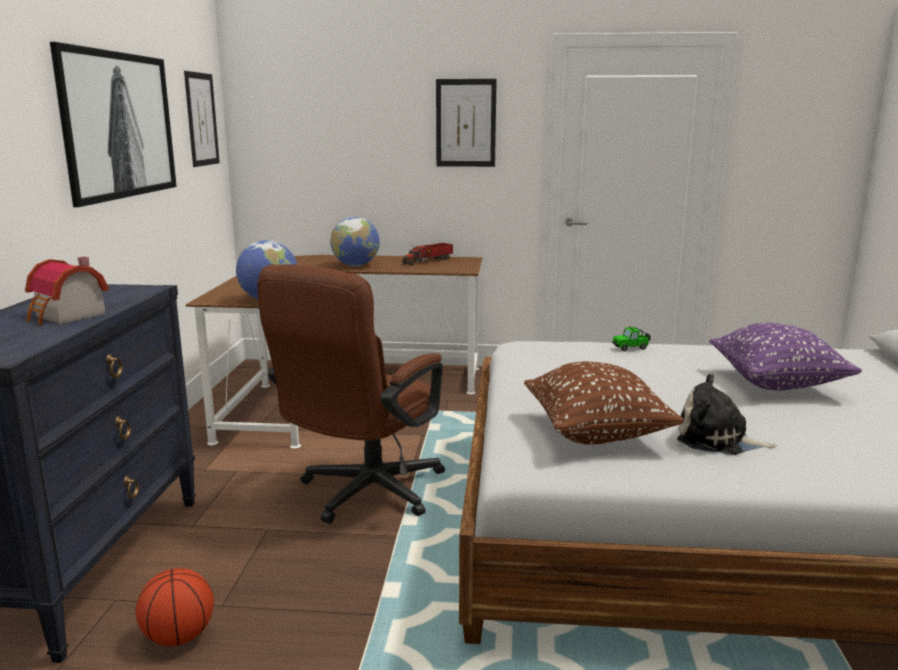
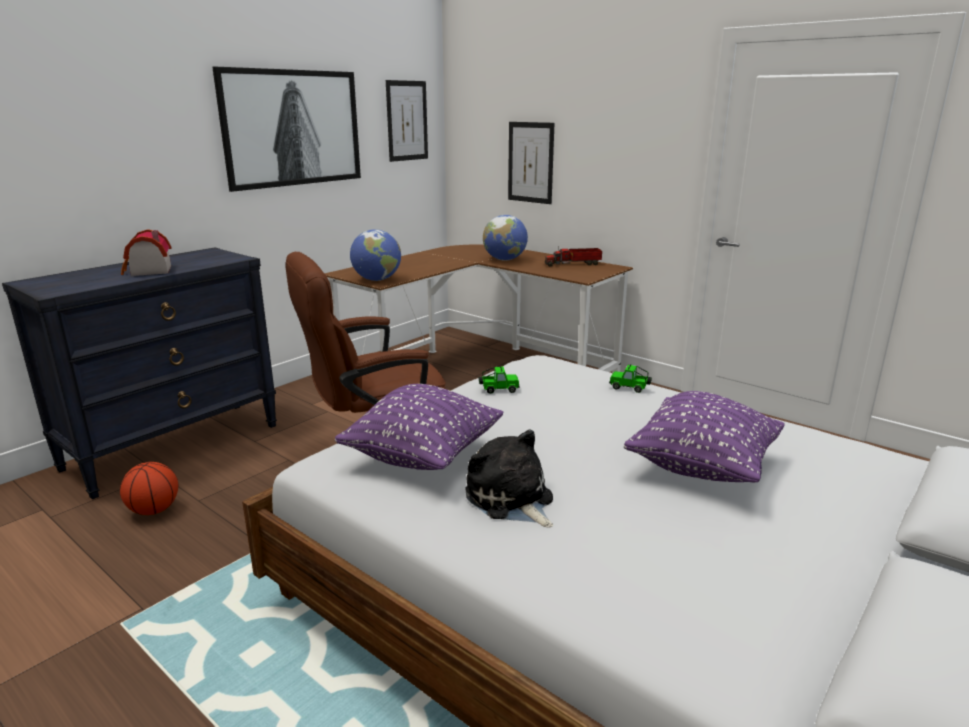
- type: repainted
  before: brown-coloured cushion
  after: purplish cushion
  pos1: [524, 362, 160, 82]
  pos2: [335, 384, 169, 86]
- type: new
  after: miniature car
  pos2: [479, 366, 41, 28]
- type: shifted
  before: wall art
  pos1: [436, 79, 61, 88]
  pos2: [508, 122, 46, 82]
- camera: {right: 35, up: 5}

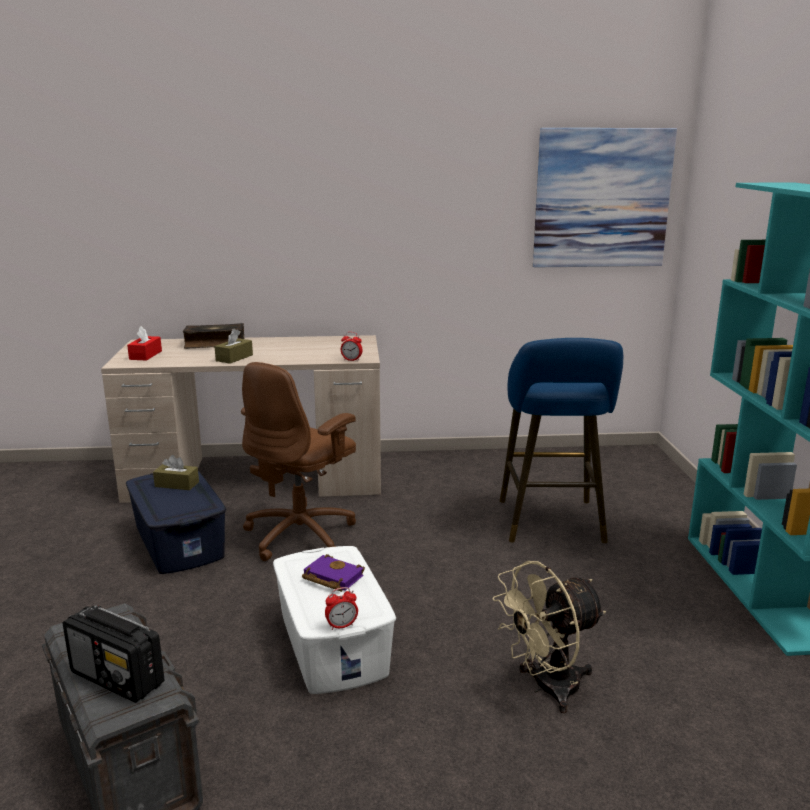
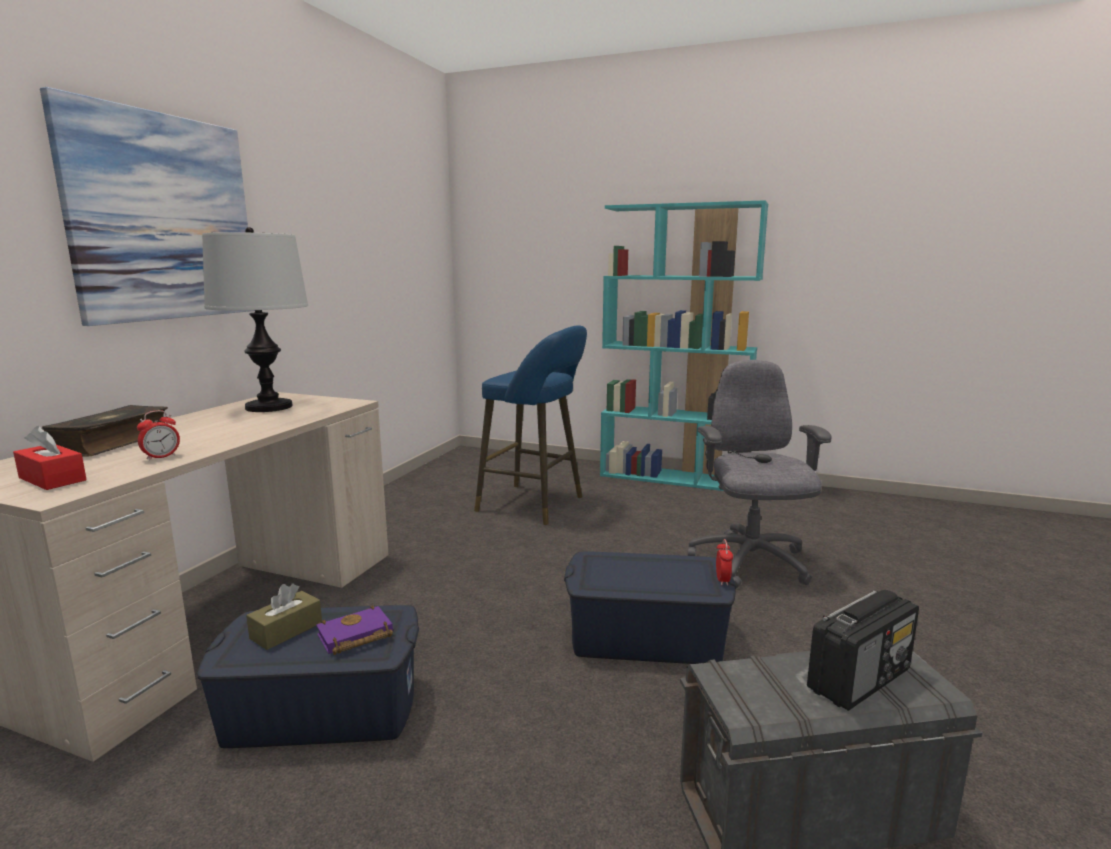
- type: shifted
  before: wall art
  pos1: [533, 128, 144, 140]
  pos2: [40, 87, 215, 239]
- type: shifted
  before: table clock
  pos1: [341, 332, 21, 29]
  pos2: [137, 410, 43, 51]
- type: new
  after: lamp for a table
  pos2: [202, 227, 106, 185]
- type: shifted
  before: purplish volume
  pos1: [302, 554, 63, 38]
  pos2: [316, 605, 77, 50]
- type: repainted
  before: white-coloured storage container
  after: blue-coloured storage container
  pos1: [273, 546, 123, 148]
  pos2: [564, 551, 172, 113]
- type: swapped
  before: beige-coloured fan
  after: grey computer chair
  pos1: [493, 561, 113, 152]
  pos2: [687, 360, 144, 228]
- type: gone
  before: brown-coloured tissue holder
  pos1: [214, 329, 39, 35]
- type: gone
  before: brown-coloured computer chair
  pos1: [241, 362, 115, 199]
- camera: {right: -65, up: -5}

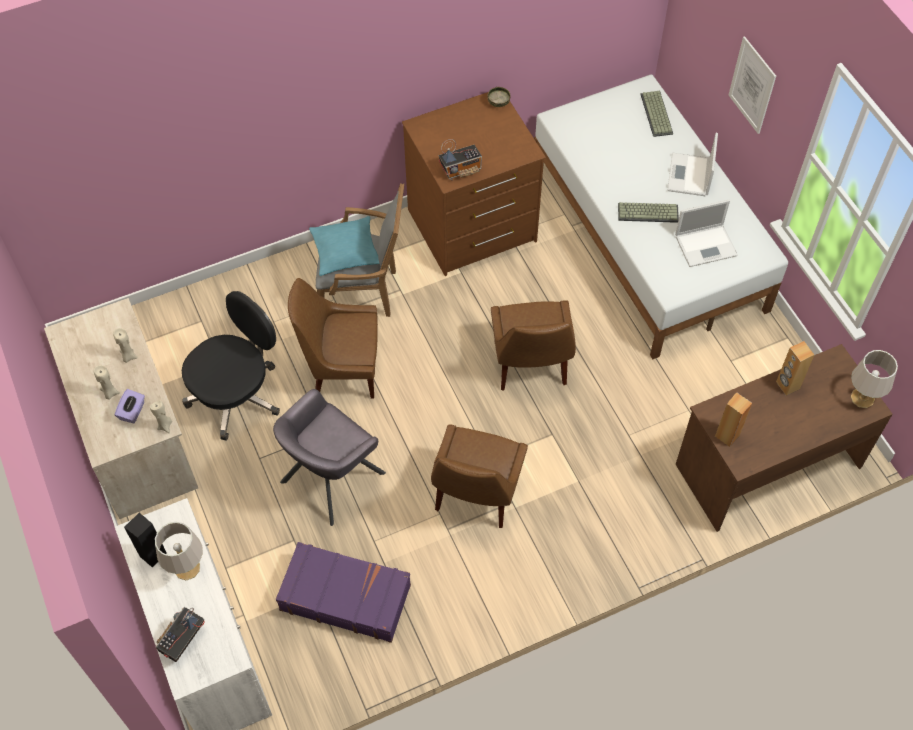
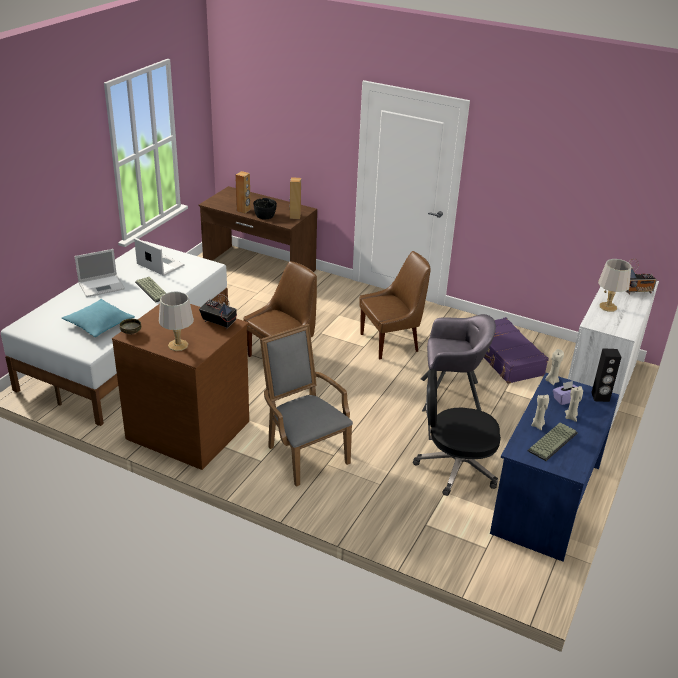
- type: shifted
  before: turquoise cushion
  pos1: [309, 216, 70, 60]
  pos2: [62, 299, 73, 38]
- type: shifted
  before: grey lamp for a table
  pos1: [851, 350, 47, 58]
  pos2: [159, 291, 35, 60]
- type: new
  after: black bowl
  pos2: [253, 198, 24, 21]
- type: repainted
  before: beige-coloured desk table
  after: blue-coloured desk table
  pos1: [44, 298, 154, 221]
  pos2: [490, 373, 129, 189]
- type: shifted
  before: keyboard
  pos1: [641, 91, 32, 46]
  pos2: [528, 422, 50, 39]
- type: shifted
  before: black loudspeaker
  pos1: [124, 513, 43, 55]
  pos2: [591, 348, 30, 54]
- type: gone
  before: brown-coloured plain chair
  pos1: [288, 278, 90, 120]
- type: gone
  before: wall art
  pos1: [729, 36, 47, 98]
- camera: {right: -130, up: -25}

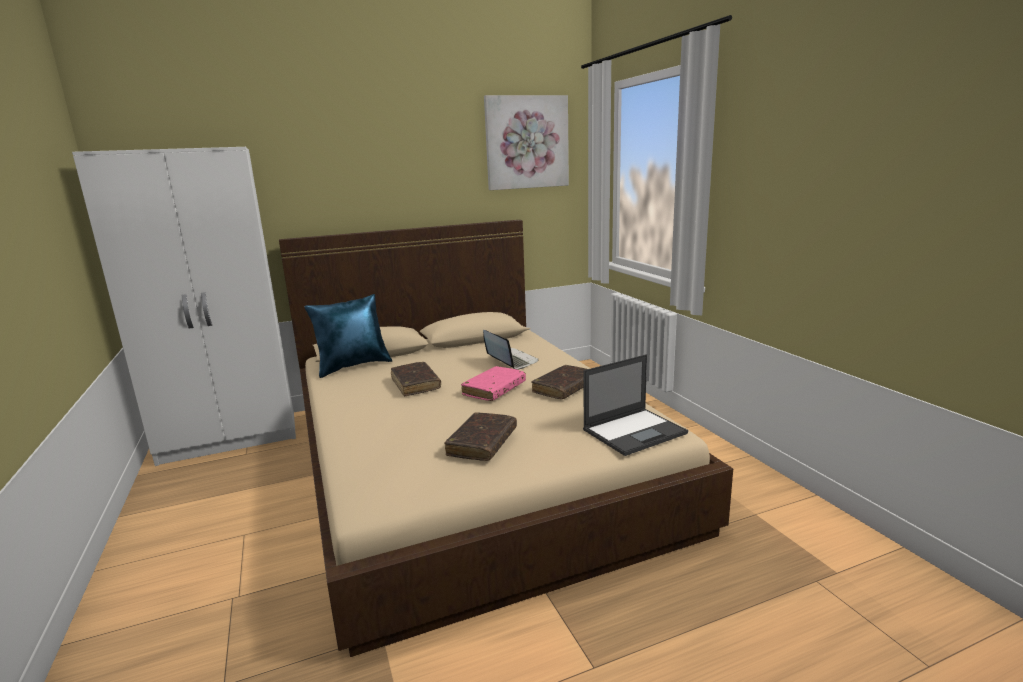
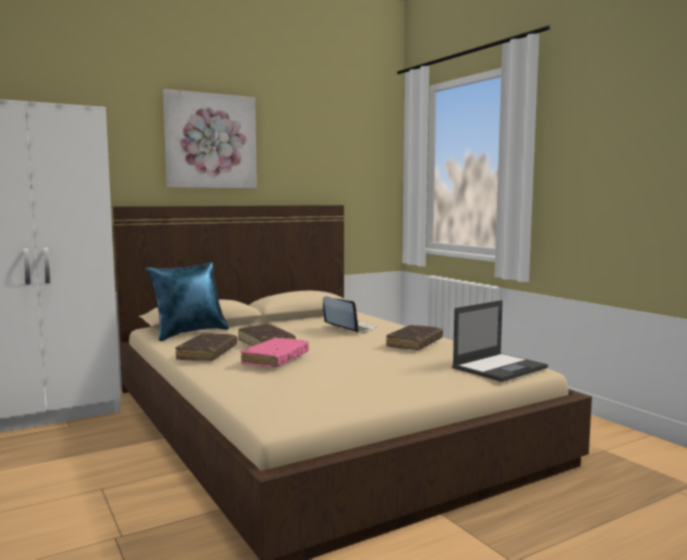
- type: shifted
  before: wall art
  pos1: [484, 95, 85, 95]
  pos2: [163, 89, 94, 99]
- type: shifted
  before: brown-coloured volume
  pos1: [444, 412, 73, 49]
  pos2: [175, 333, 62, 28]
- type: shifted
  before: pink-coloured volume
  pos1: [461, 366, 65, 35]
  pos2: [241, 338, 68, 30]
- camera: {right: -10, up: -10}

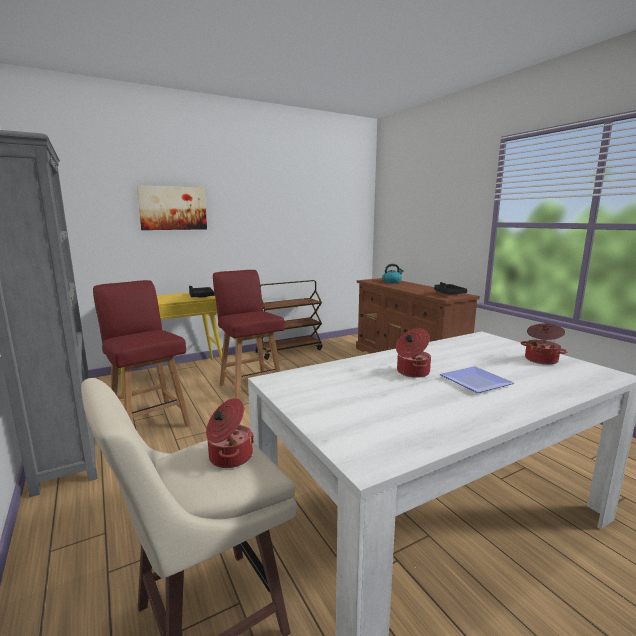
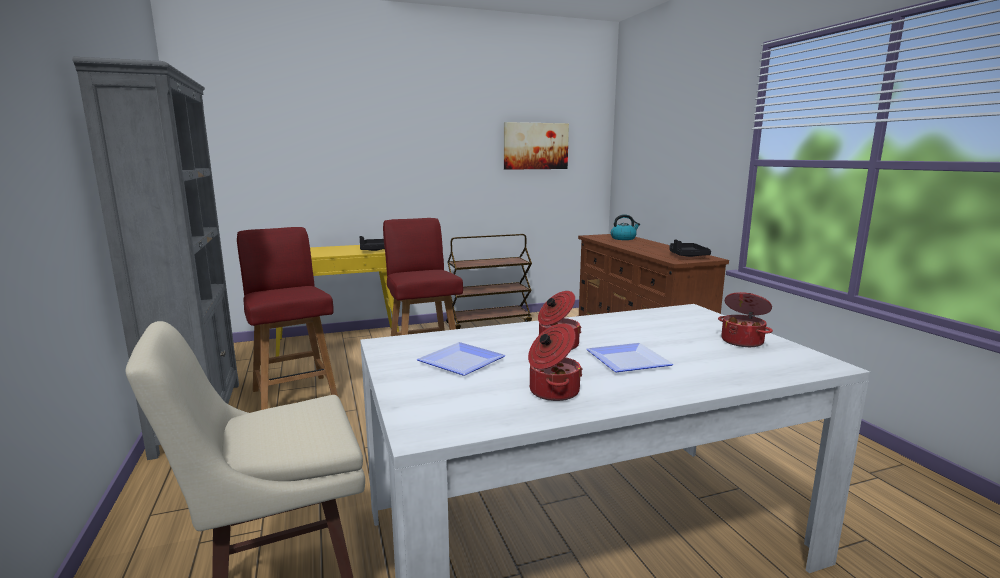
- type: new
  after: dinner plate
  pos2: [417, 342, 89, 34]
- type: shifted
  before: wall art
  pos1: [137, 185, 70, 45]
  pos2: [504, 122, 65, 48]
- type: shifted
  before: cooking pot
  pos1: [206, 398, 48, 70]
  pos2: [528, 323, 55, 78]
- camera: {right: 10, up: 0}

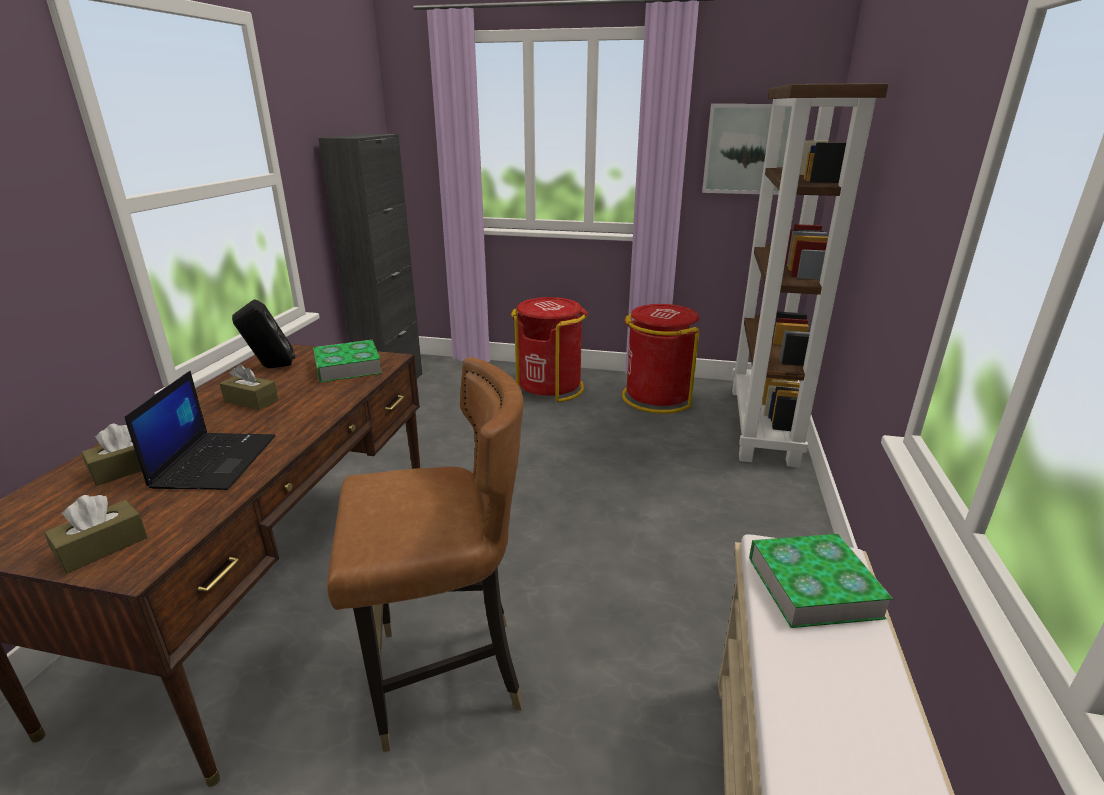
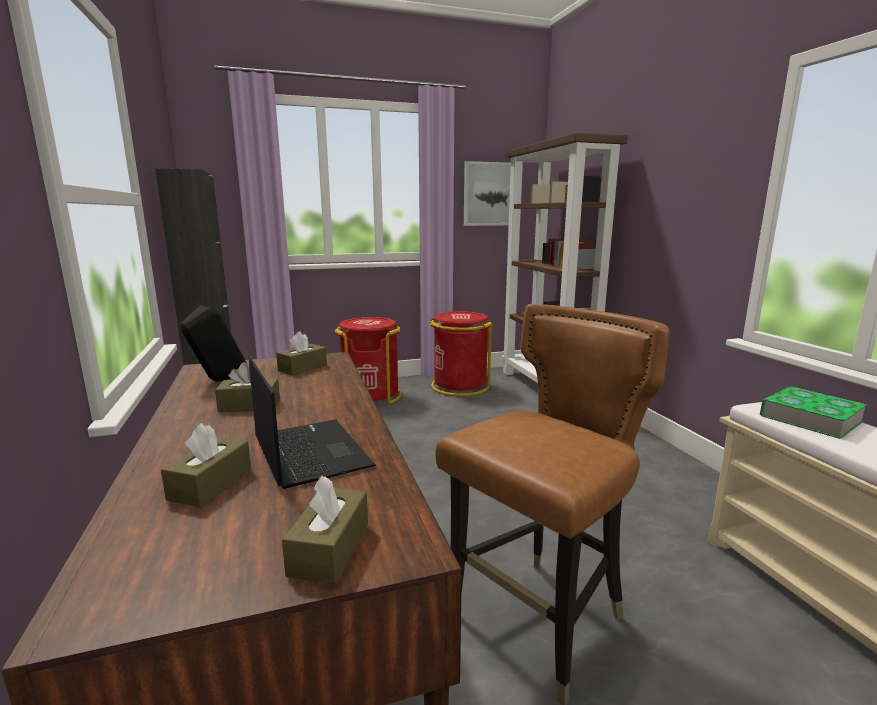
- type: swapped
  before: volume
  after: brown-coloured tissue holder
  pos1: [313, 340, 69, 42]
  pos2: [276, 332, 51, 43]
- camera: {right: -30, up: -10}

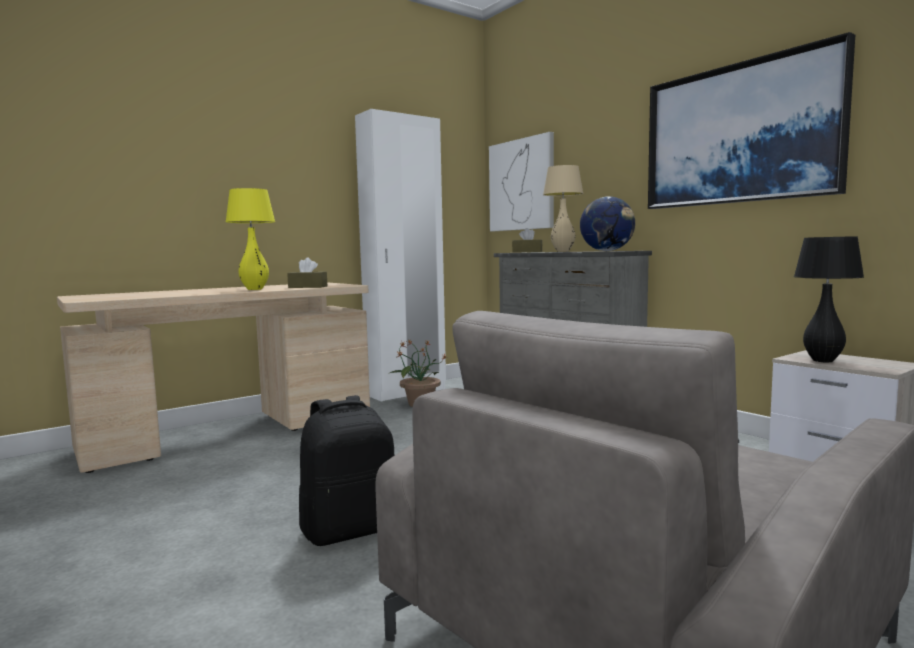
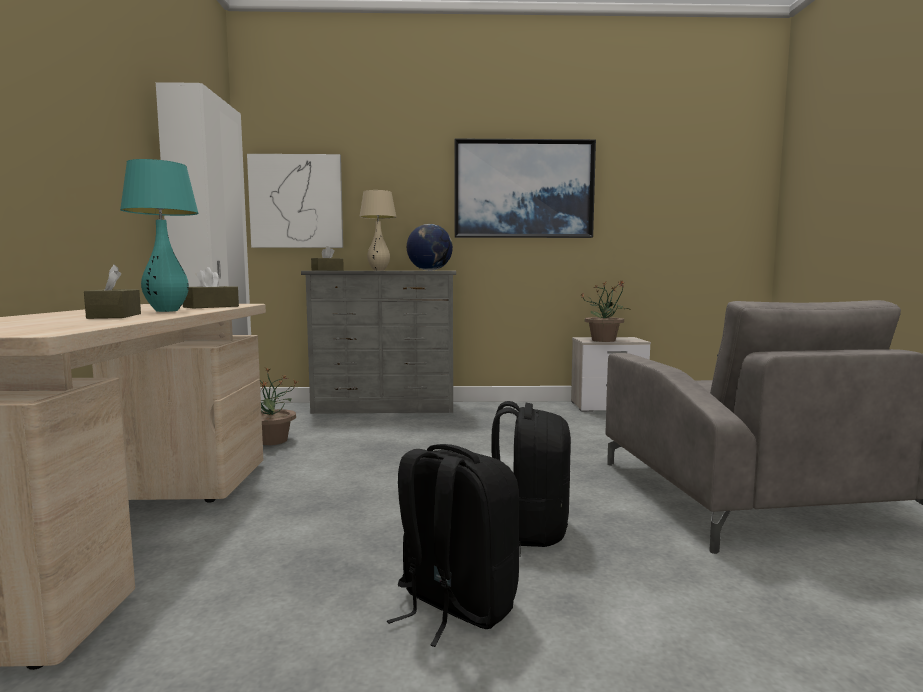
- type: new
  after: brown-coloured tissue holder
  pos2: [84, 265, 57, 54]
- type: repainted
  before: yellowish lamp for a table
  after: turquoise lamp for a table
  pos1: [226, 188, 49, 102]
  pos2: [120, 159, 79, 153]
- type: new
  after: black rucksack
  pos2: [387, 444, 134, 203]
- type: swapped
  before: black lamp for a table
  after: houseplant
  pos1: [794, 236, 70, 126]
  pos2: [579, 280, 50, 62]
- camera: {right: -55, up: 0}

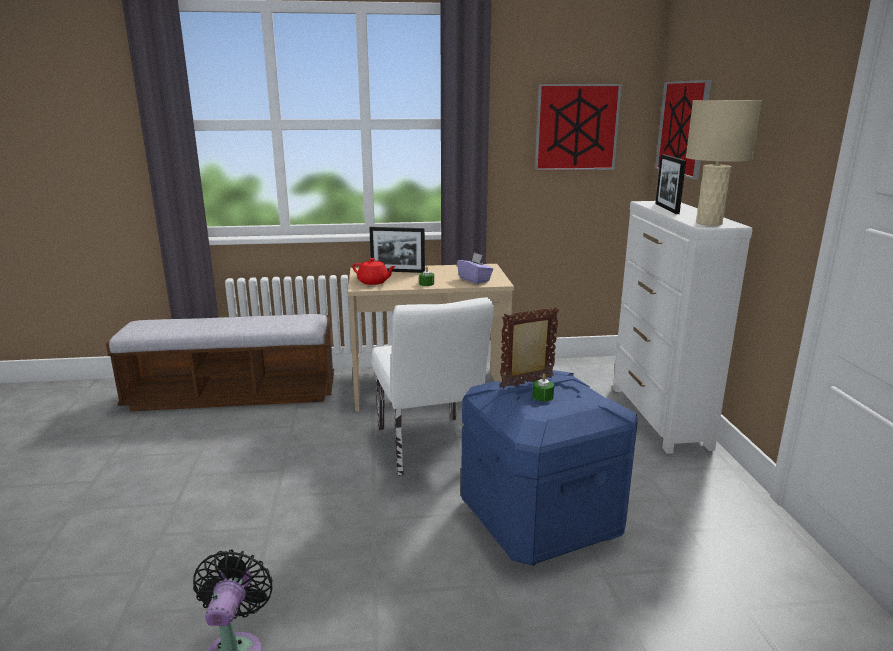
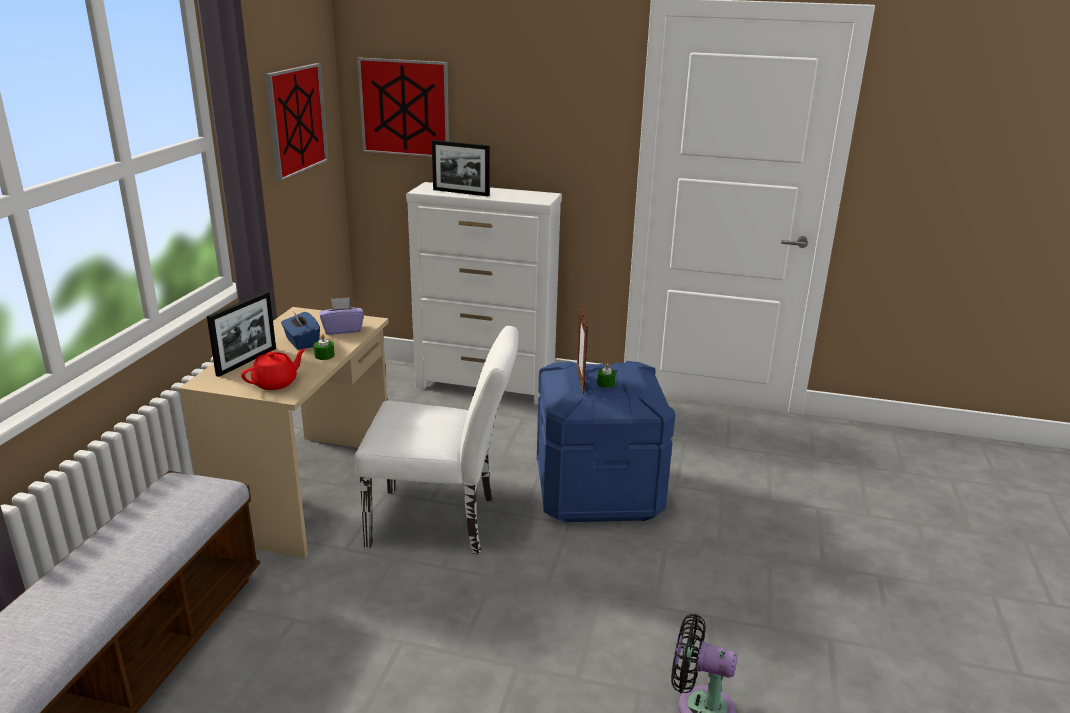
- type: new
  after: blue-coloured tissue holder
  pos2: [281, 311, 39, 39]
- type: gone
  before: beige-coloured lamp for a table
  pos1: [686, 100, 76, 126]
- camera: {right: -70, up: 5}

